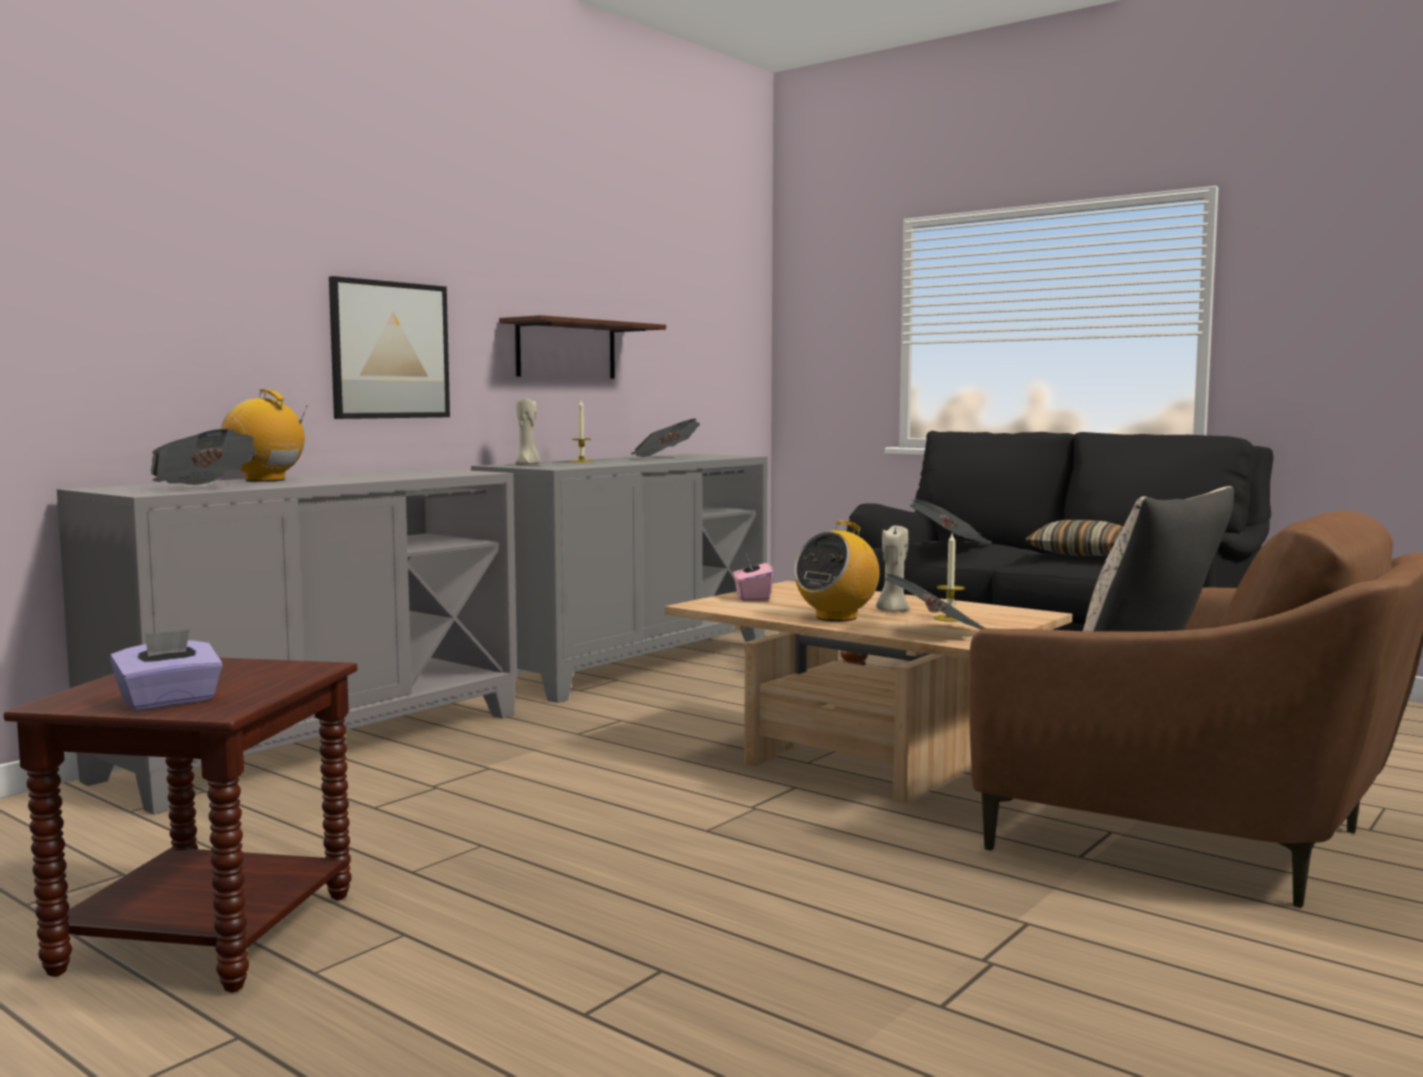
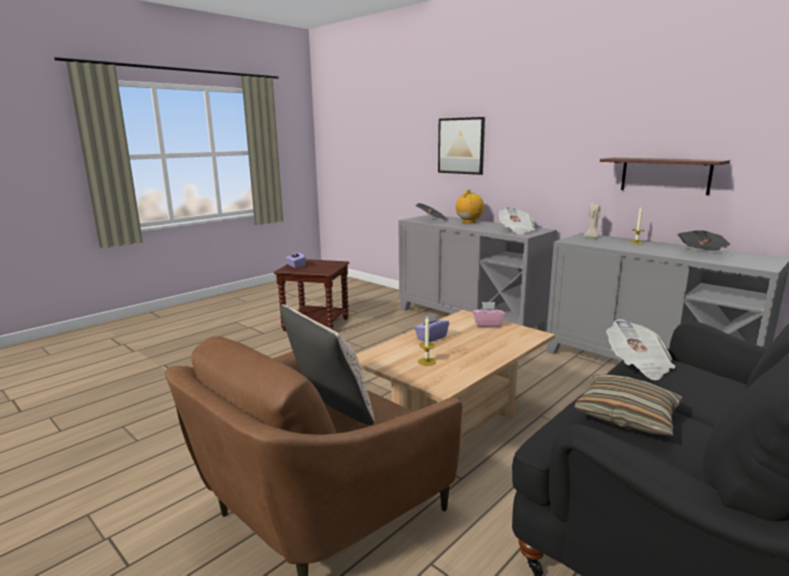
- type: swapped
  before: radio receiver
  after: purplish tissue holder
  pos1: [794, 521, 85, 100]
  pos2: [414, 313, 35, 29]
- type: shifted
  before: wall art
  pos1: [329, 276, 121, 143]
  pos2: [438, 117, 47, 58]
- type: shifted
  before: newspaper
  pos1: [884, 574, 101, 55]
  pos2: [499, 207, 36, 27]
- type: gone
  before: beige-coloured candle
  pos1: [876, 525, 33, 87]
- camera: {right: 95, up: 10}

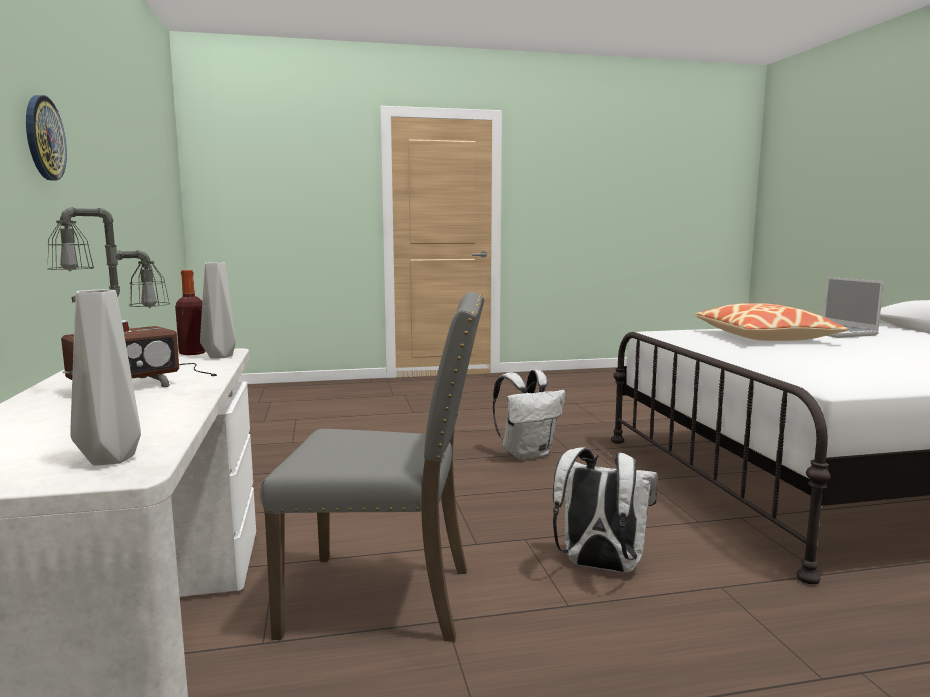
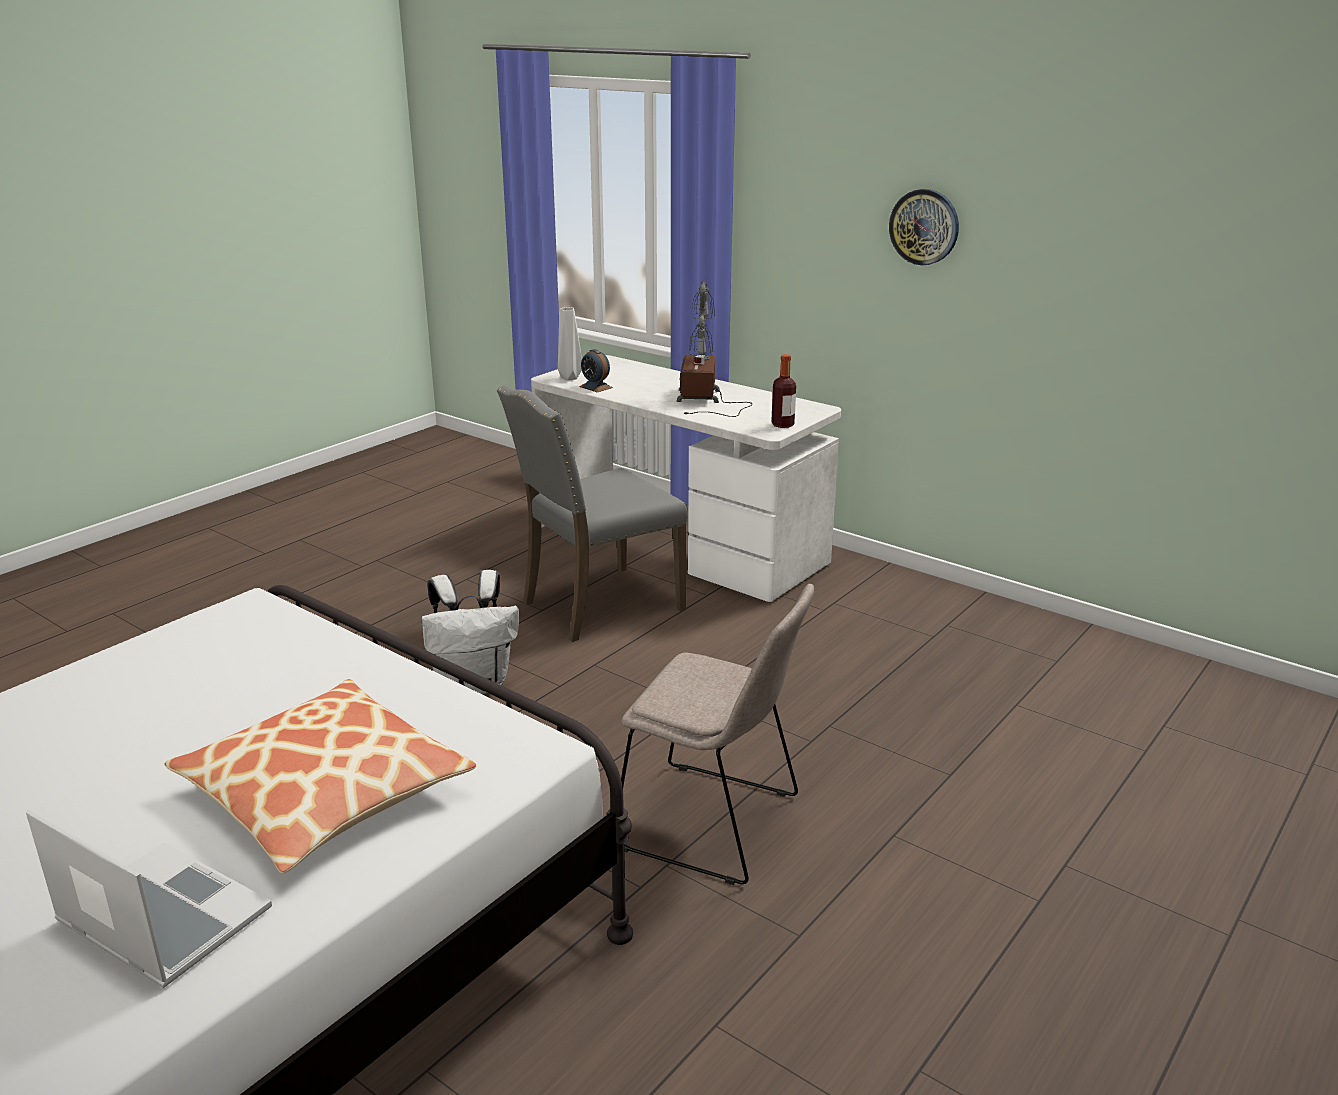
- type: new
  after: table clock
  pos2: [579, 349, 34, 43]
- type: swapped
  before: white-coloured rucksack
  after: beige-coloured plain chair
  pos1: [493, 370, 72, 90]
  pos2: [621, 584, 193, 301]
- type: gone
  before: grey decorative vase
  pos1: [200, 262, 36, 96]
- camera: {right: 140, up: 15}

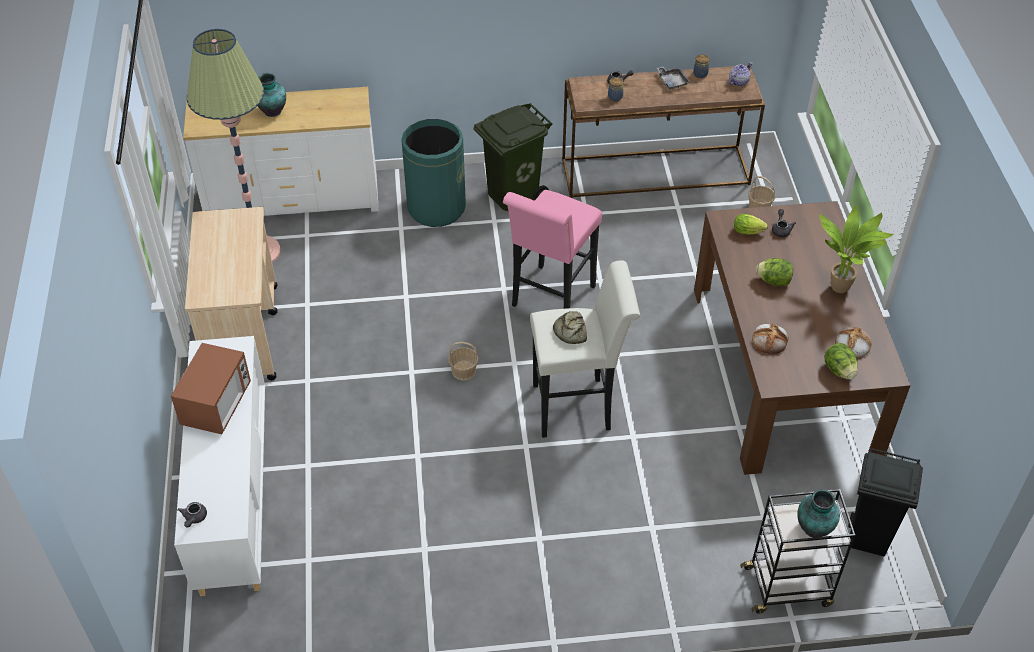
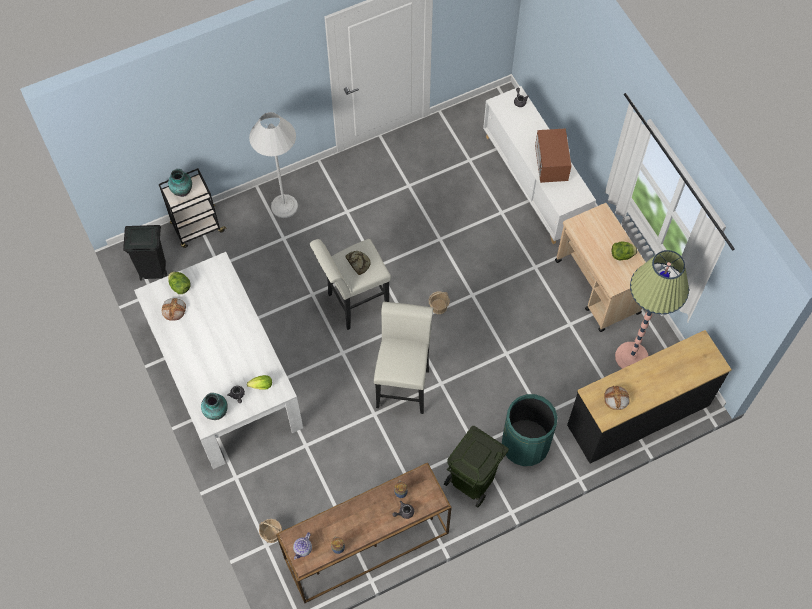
- type: repainted
  before: brown-coloured kitchen table
  after: white-coloured kitchen table
  pos1: [694, 201, 217, 274]
  pos2: [134, 252, 169, 217]
- type: shifted
  before: decorative vase
  pos1: [258, 73, 28, 44]
  pos2: [201, 393, 27, 27]
- type: new
  after: white-coloured floor lamp
  pos2: [249, 112, 49, 106]
- type: repainted
  before: pink-coloured stool
  after: white-coloured stool
  pos1: [503, 190, 99, 119]
  pos2: [374, 302, 59, 112]
- type: repainted
  before: white-coloured drawer chest
  after: black drawer chest
  pos1: [183, 87, 196, 129]
  pos2: [567, 330, 165, 134]
- type: shifted
  before: bread
  pos1: [752, 324, 36, 30]
  pos2: [604, 386, 25, 24]
- type: shifted
  before: lettuce head
  pos1: [756, 258, 37, 28]
  pos2: [612, 241, 25, 19]
- type: gone
  before: grey tray
  pos1: [657, 66, 33, 24]
- type: gone
  before: houseplant
  pos1: [819, 206, 75, 87]
- camera: {right: 160, up: 15}

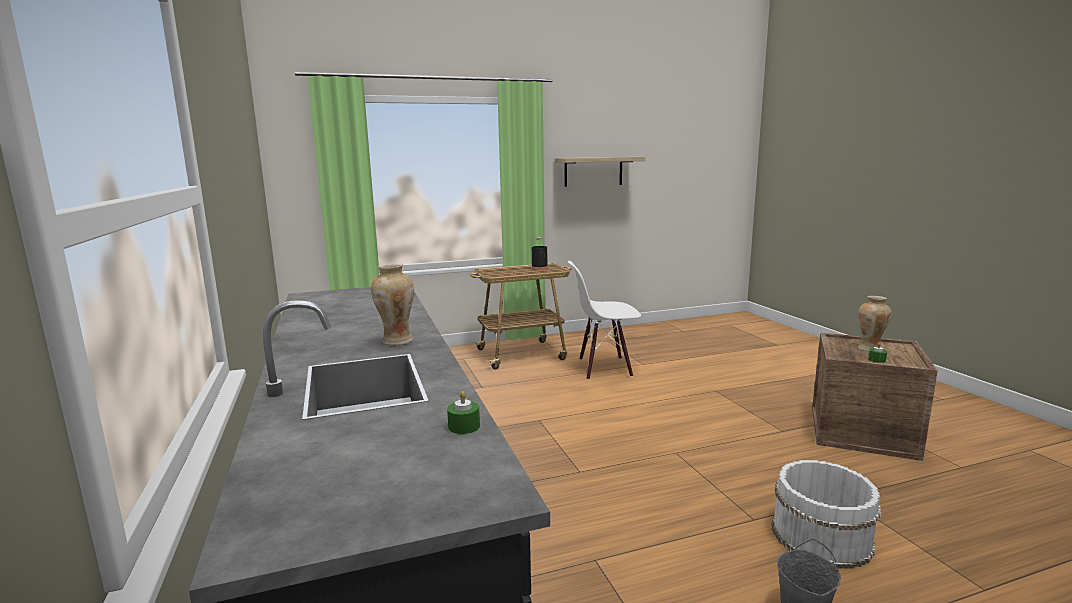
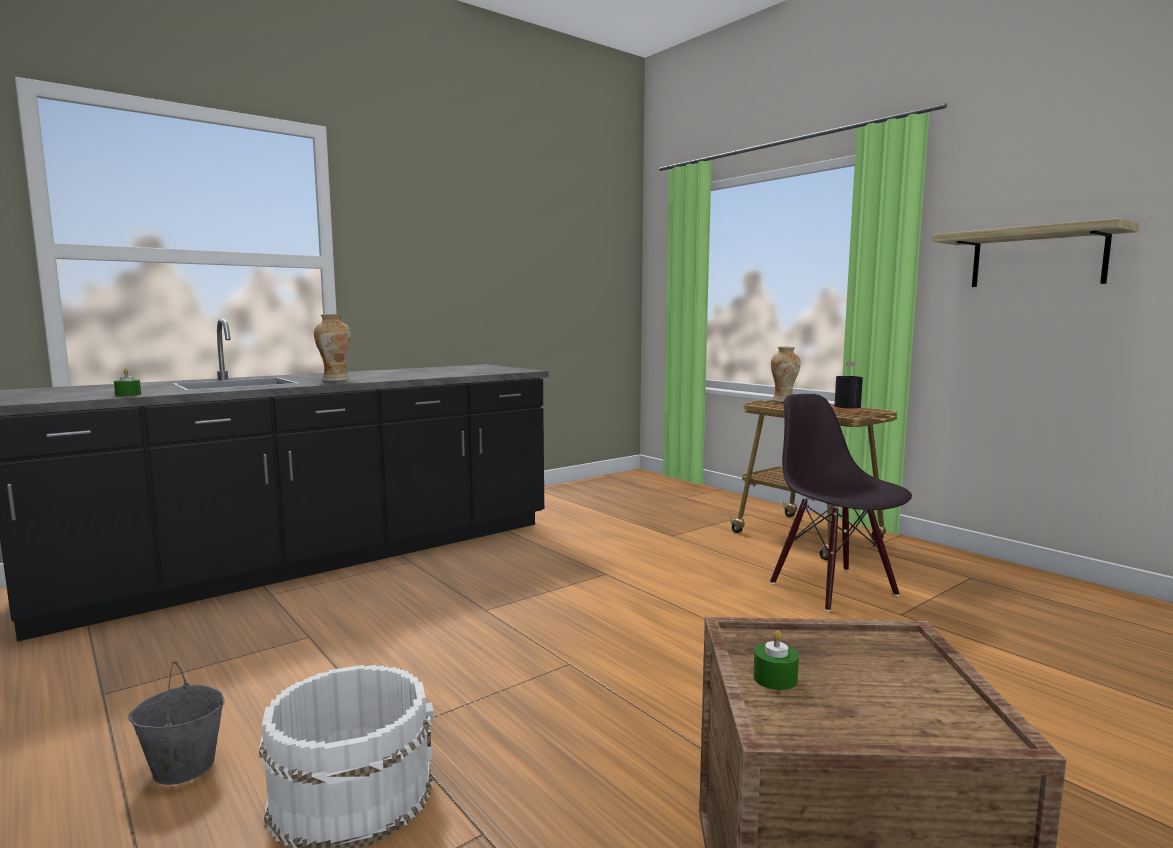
- type: repainted
  before: white-coloured plain chair
  after: black plain chair
  pos1: [568, 261, 73, 119]
  pos2: [770, 394, 142, 218]
- type: shifted
  before: decorative vase
  pos1: [858, 296, 34, 55]
  pos2: [771, 346, 30, 56]
- camera: {right: 70, up: -5}

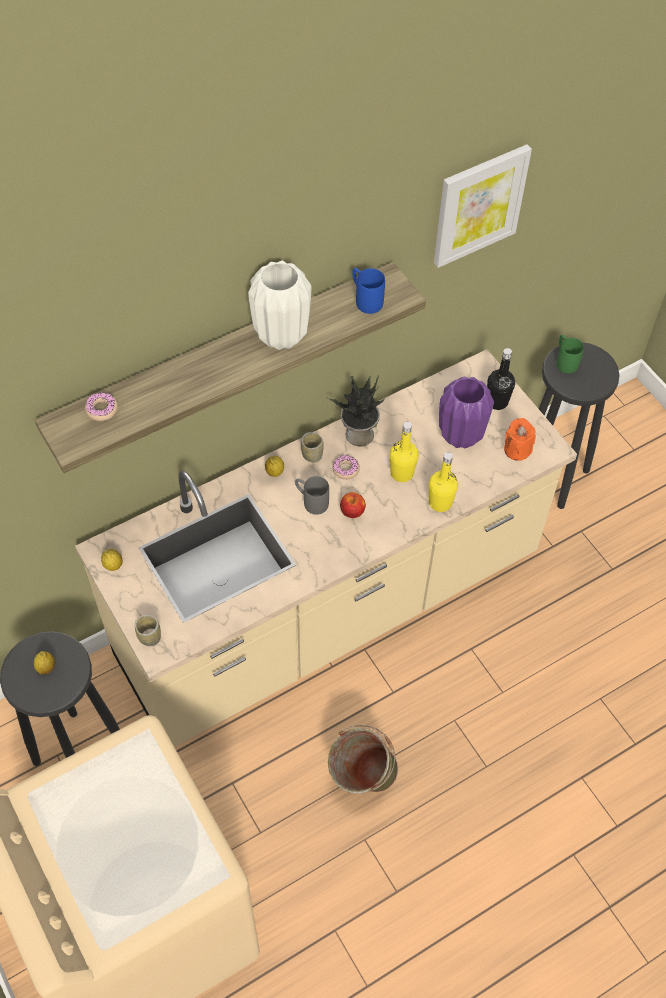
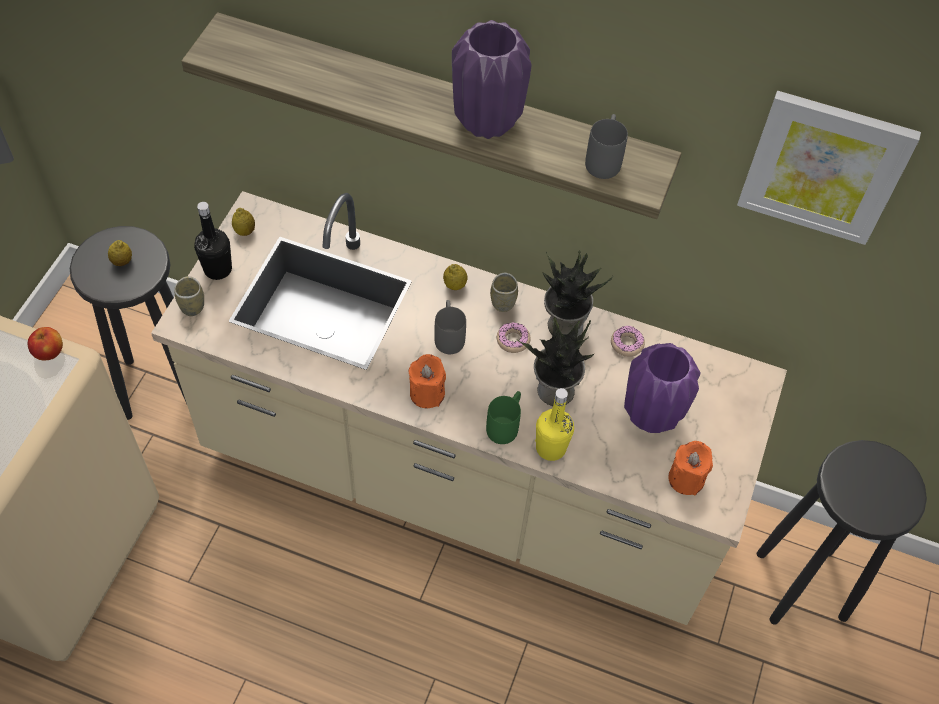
- type: shifted
  before: whole apple
  pos1: [340, 492, 26, 26]
  pos2: [28, 327, 35, 33]
- type: shifted
  before: black bottle
  pos1: [487, 348, 28, 62]
  pos2: [194, 202, 38, 78]
- type: new
  after: orange candle
  pos2: [409, 354, 37, 54]
- type: repainted
  before: white-coloured decorative vase
  after: purplish decorative vase
  pos1: [248, 261, 63, 89]
  pos2: [452, 20, 79, 119]
- type: shifted
  before: greenish mug
  pos1: [557, 334, 27, 40]
  pos2: [486, 391, 35, 53]
- type: swapped
  before: yellowish bottle
  after: houseplant
  pos1: [390, 422, 29, 60]
  pos2: [518, 317, 78, 89]
- type: repainted
  before: blue-coloured mug
  after: grey mug
  pos1: [352, 268, 33, 46]
  pos2: [585, 114, 43, 65]
- type: shifted
  before: doughnut
  pos1: [85, 393, 33, 28]
  pos2: [611, 326, 34, 31]
- type: gone
  before: greenish pail
  pos1: [328, 725, 70, 69]
- camera: {right: 50, up: 0}

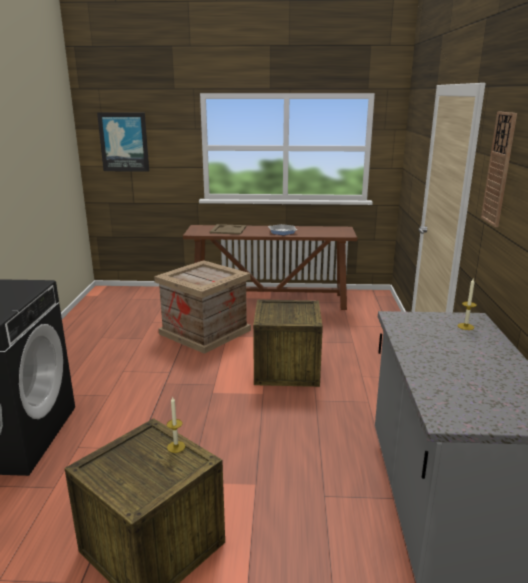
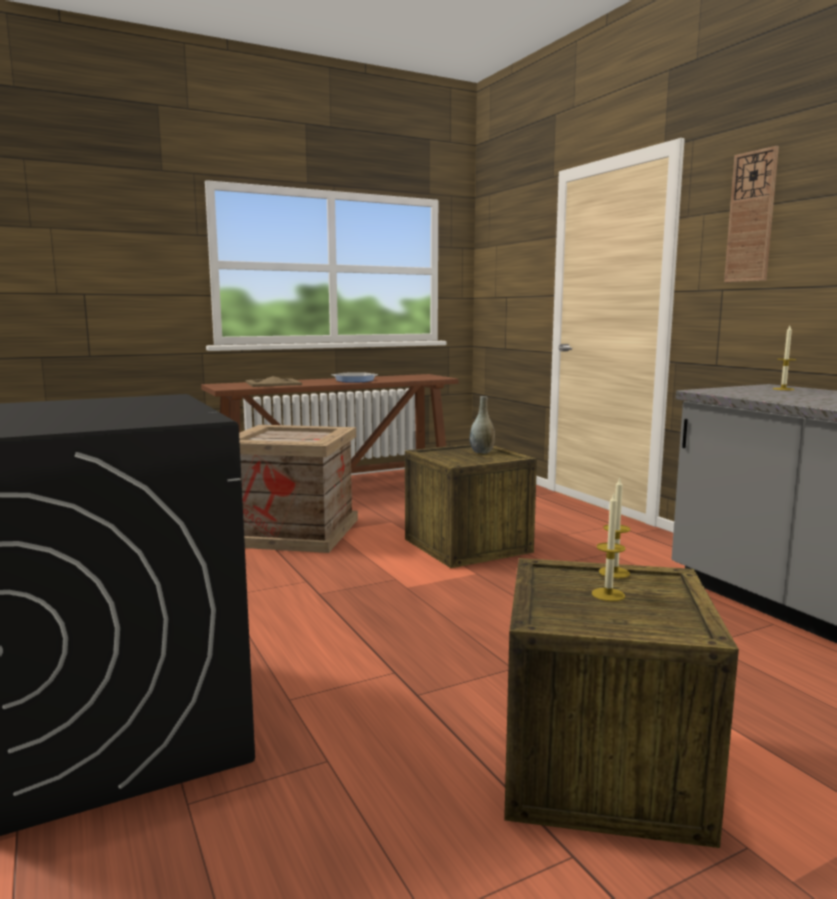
- type: new
  after: grey decorative vase
  pos2: [470, 396, 25, 58]
- type: new
  after: candle
  pos2: [592, 494, 33, 107]
- type: gone
  before: wall art
  pos1: [97, 112, 52, 60]
- camera: {right: -30, up: -10}

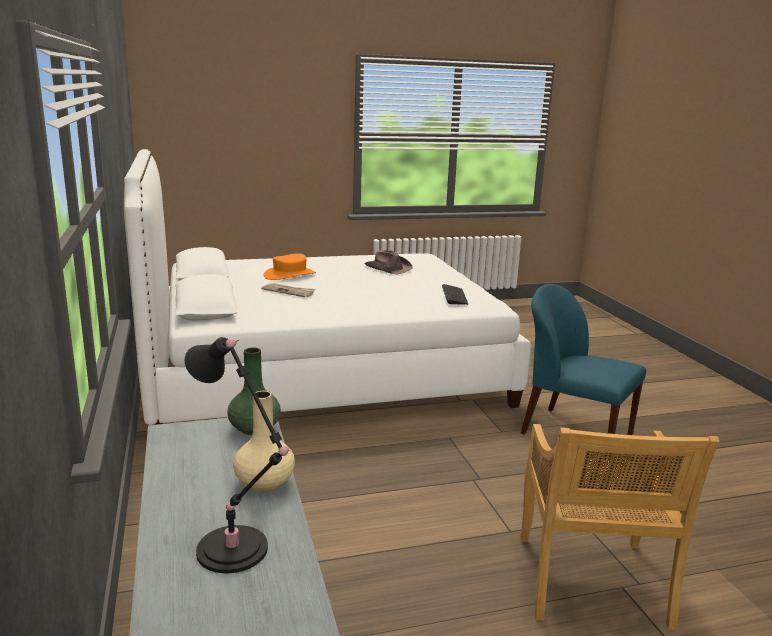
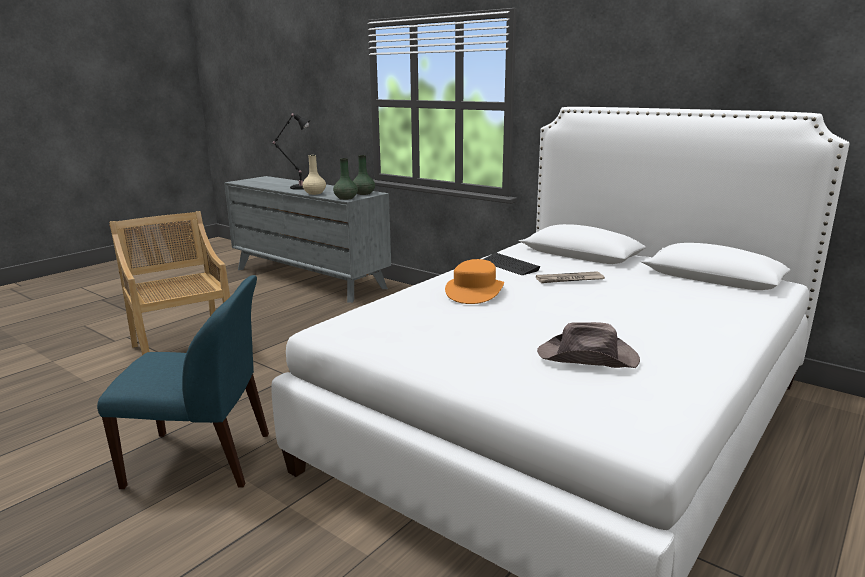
- type: new
  after: greenish decorative vase
  pos2: [353, 155, 22, 40]
- type: shifted
  before: orange clothing hat
  pos1: [263, 253, 53, 27]
  pos2: [445, 259, 59, 45]
- type: shifted
  before: keyboard
  pos1: [442, 284, 26, 21]
  pos2: [483, 253, 57, 22]
- camera: {right: 145, up: 0}

